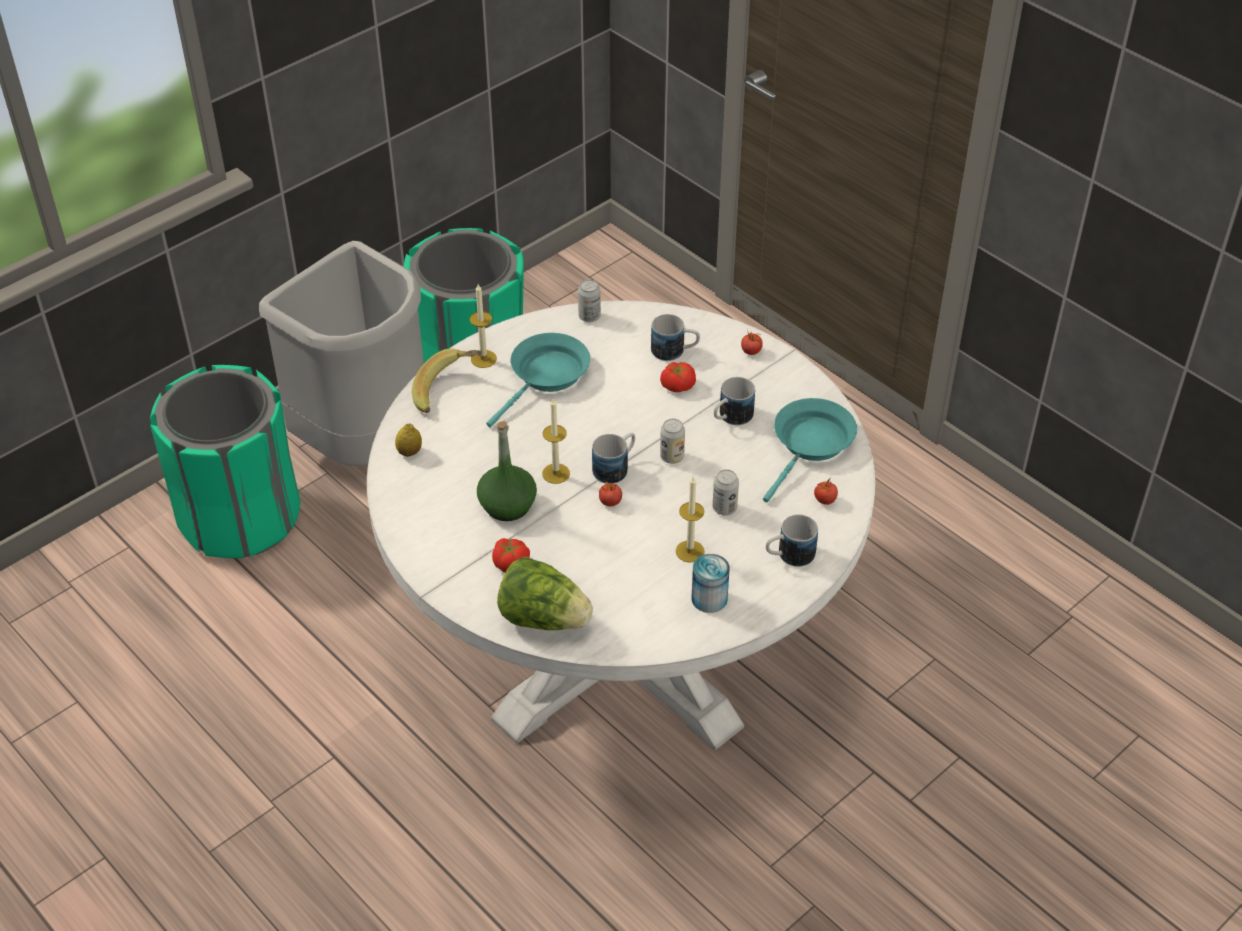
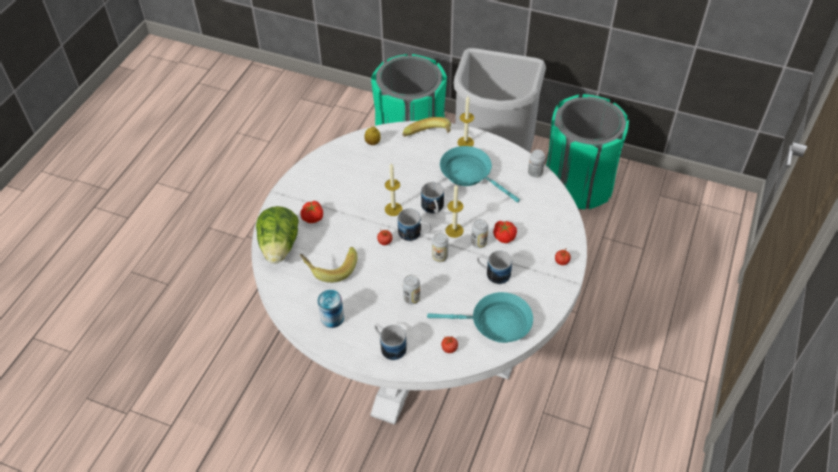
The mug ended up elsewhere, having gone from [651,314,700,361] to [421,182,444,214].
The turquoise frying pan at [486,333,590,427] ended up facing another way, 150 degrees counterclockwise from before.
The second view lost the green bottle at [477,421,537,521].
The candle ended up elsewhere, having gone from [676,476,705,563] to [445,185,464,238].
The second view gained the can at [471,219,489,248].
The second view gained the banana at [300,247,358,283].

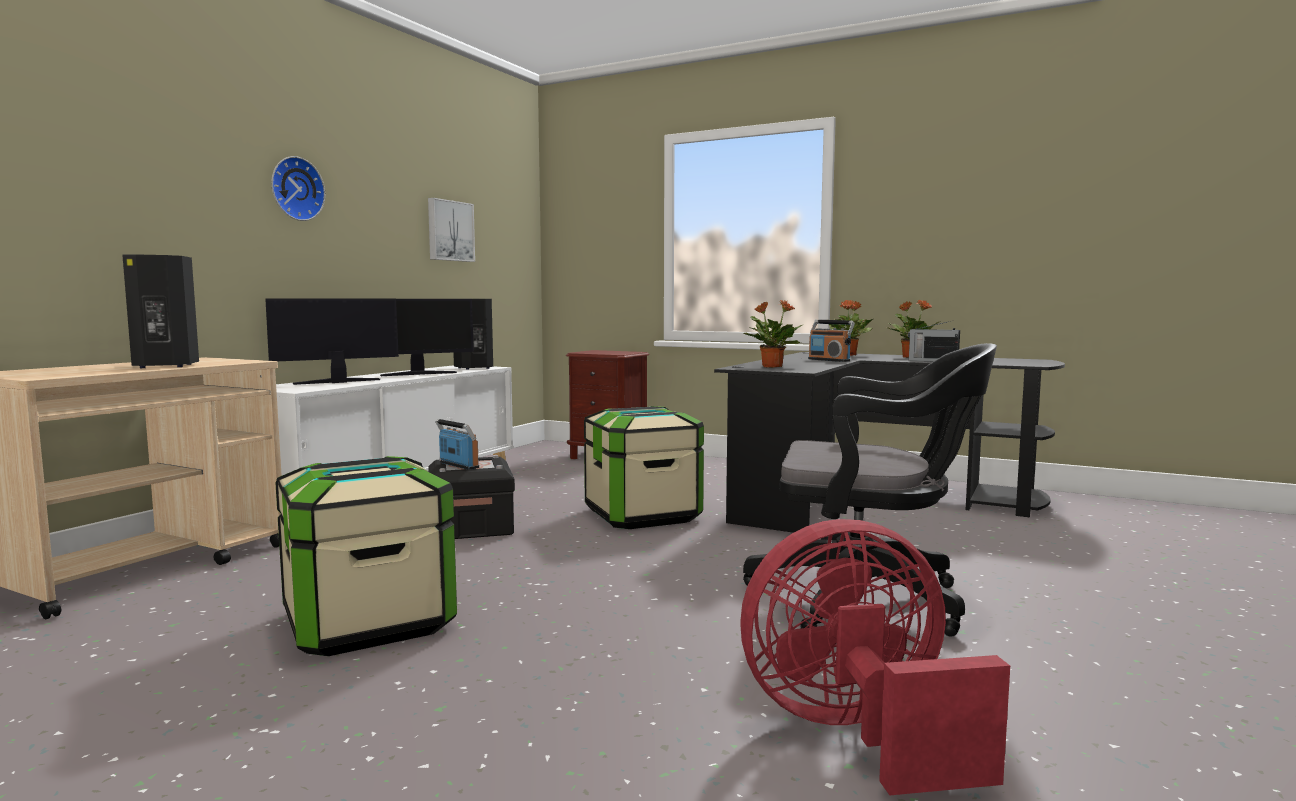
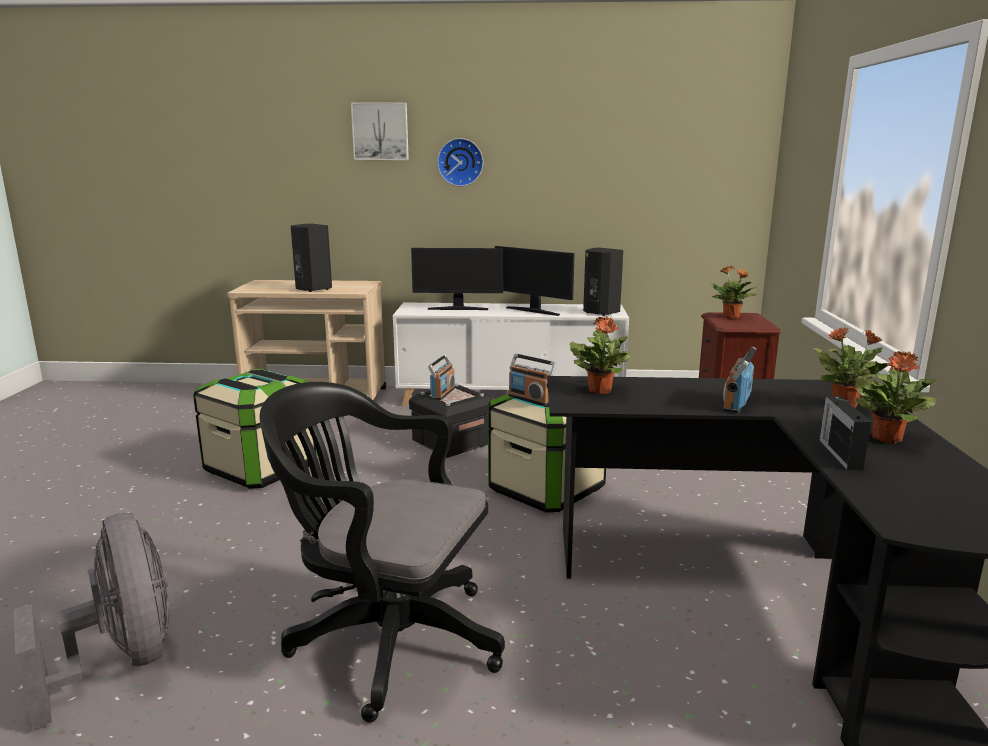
The picture ended up elsewhere, having gone from [428,198,475,262] to [351,102,409,160].
The monitor at [265,299,399,385] ended up facing another way, 150 degrees clockwise from before.
The black office chair at [743,343,997,637] ended up facing another way, 120 degrees clockwise from before.
What was the red fan at [740,519,1010,795] turned into the grey fan at [14,513,169,729].
The second view gained the potted plant at [711,266,757,319].
The second view gained the radio at [508,353,556,406].

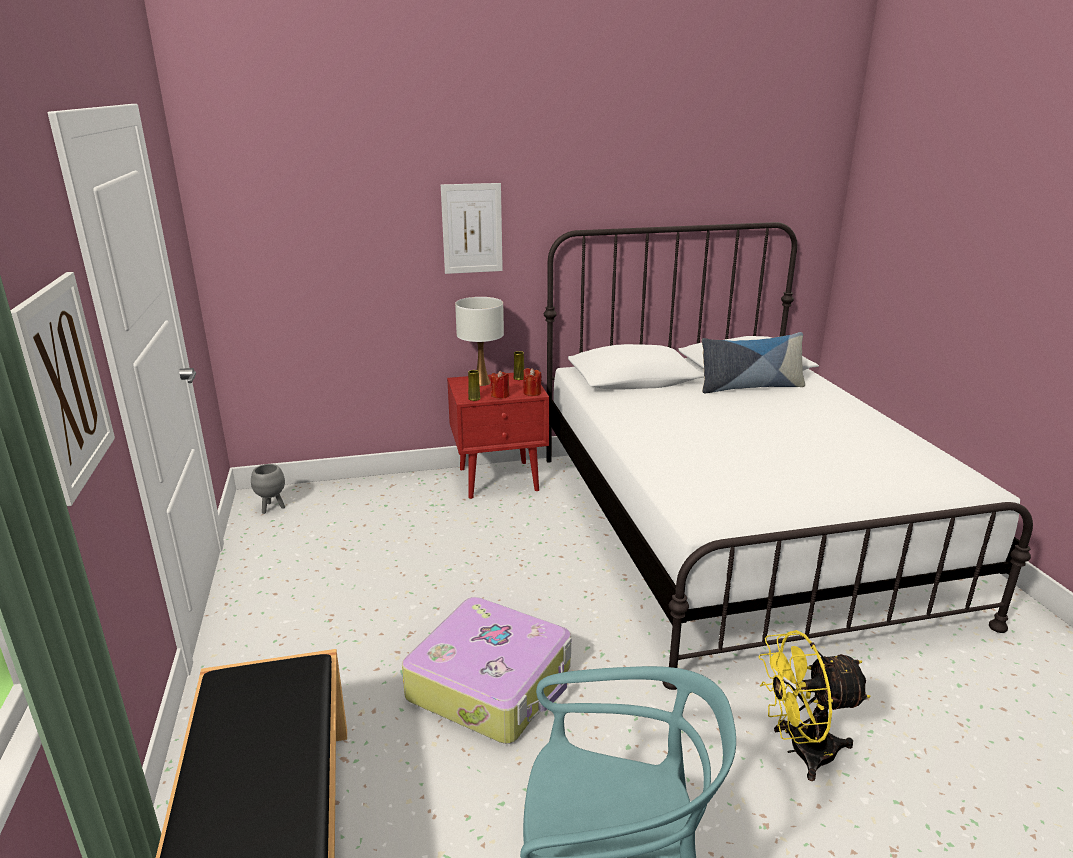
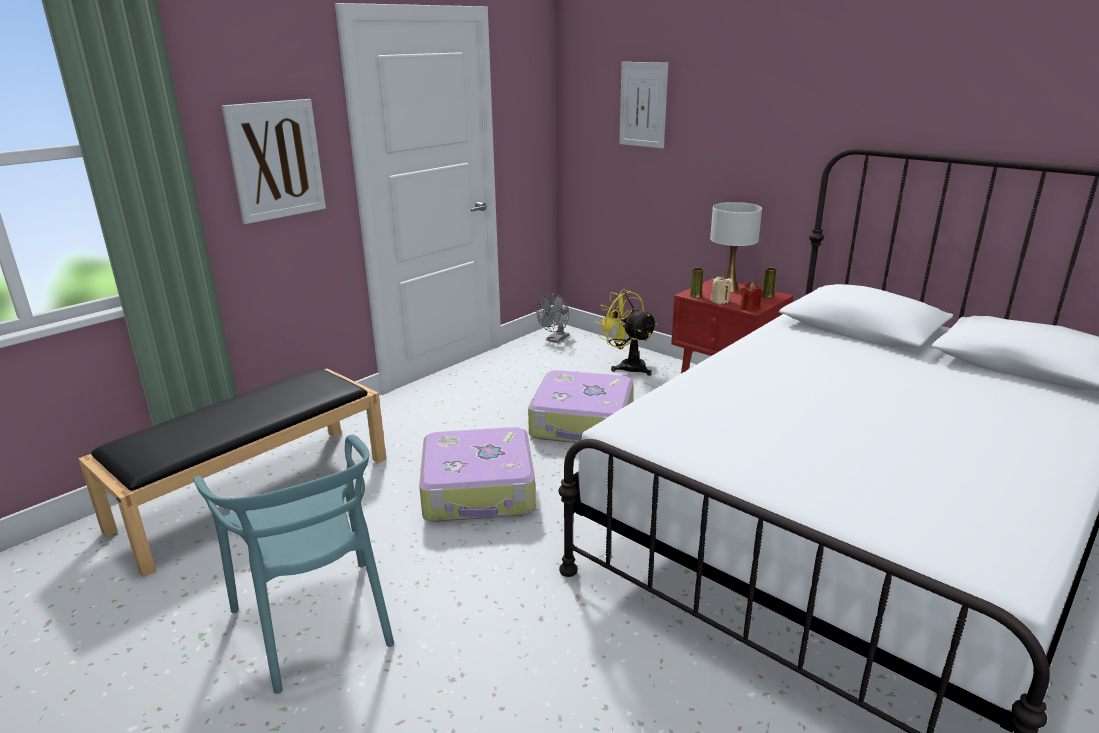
The picture ended up elsewhere, having gone from [441,183,503,274] to [619,62,668,148].
The second view lost the pillow at [702,332,805,393].
What was the red candle at [491,370,509,399] turned into the beige candle at [711,276,732,304].
Where the grey planter stood at [251,464,285,514], the grey fan came to stand at [536,293,569,343].
The yellow fan ended up elsewhere, having gone from [758,630,871,781] to [596,289,657,376].
The second view gained the suitcase at [528,370,634,443].

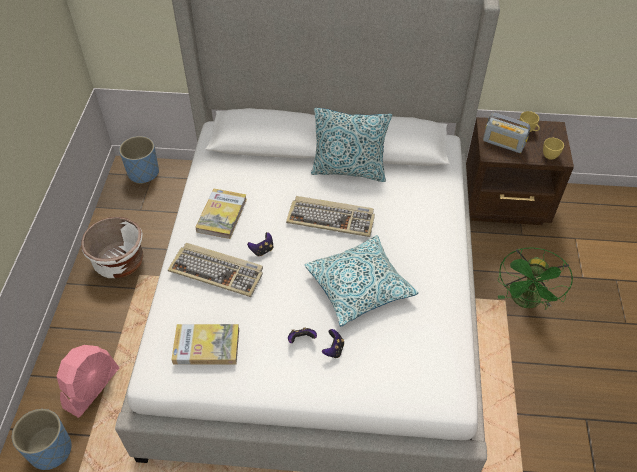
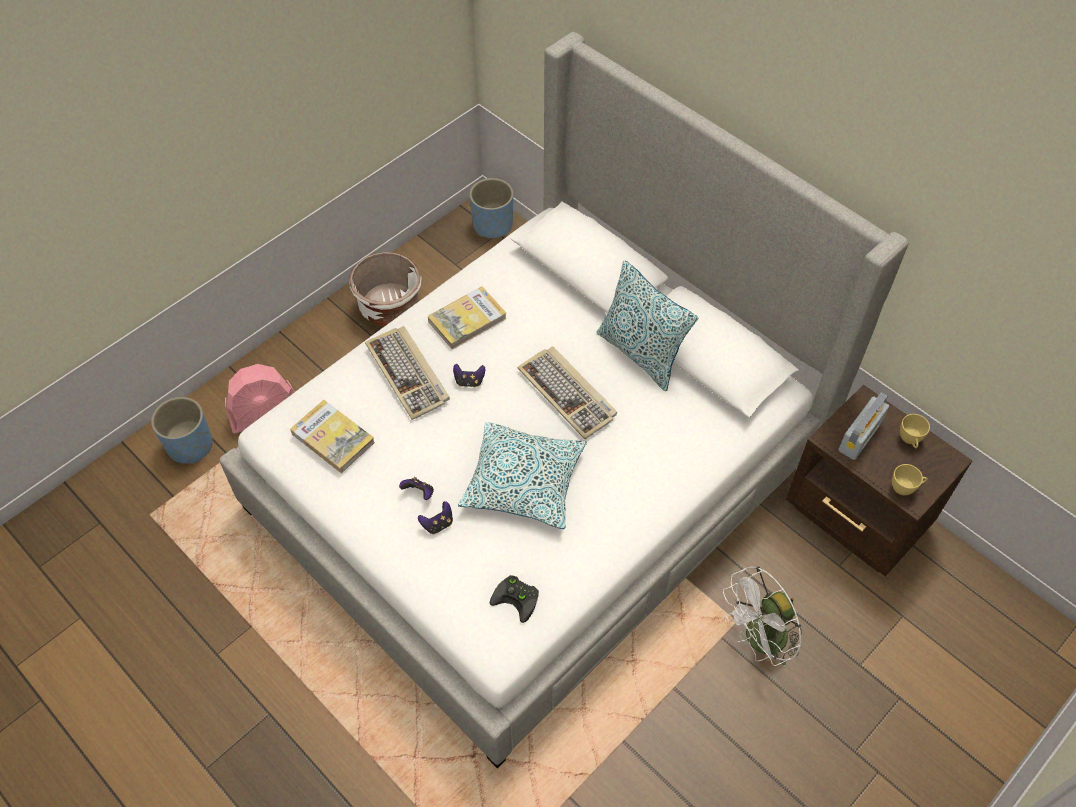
The radio at [483,113,531,153] ended up facing another way, 120 degrees counterclockwise from before.
What was the green fan at [498,247,573,310] turned into the white fan at [723,566,802,667].
The second view gained the black game controller at [490,575,539,623].

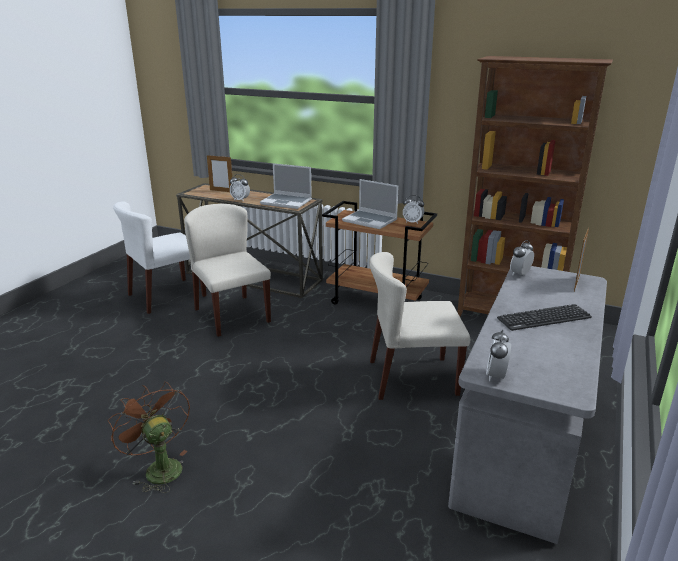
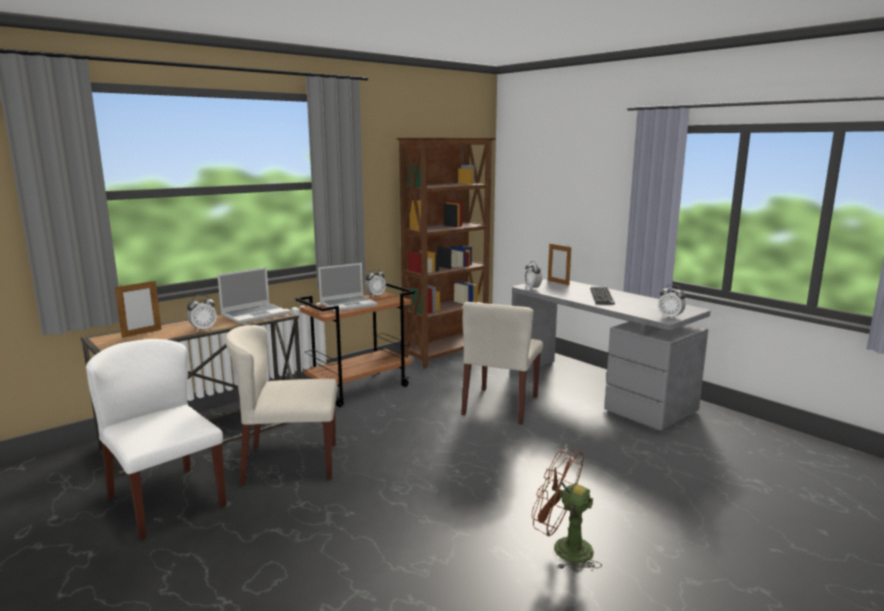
The white chair at [113,201,206,314] ended up facing another way, 150 degrees clockwise from before.
The brown fan at [108,381,190,493] ended up facing another way, 45 degrees clockwise from before.

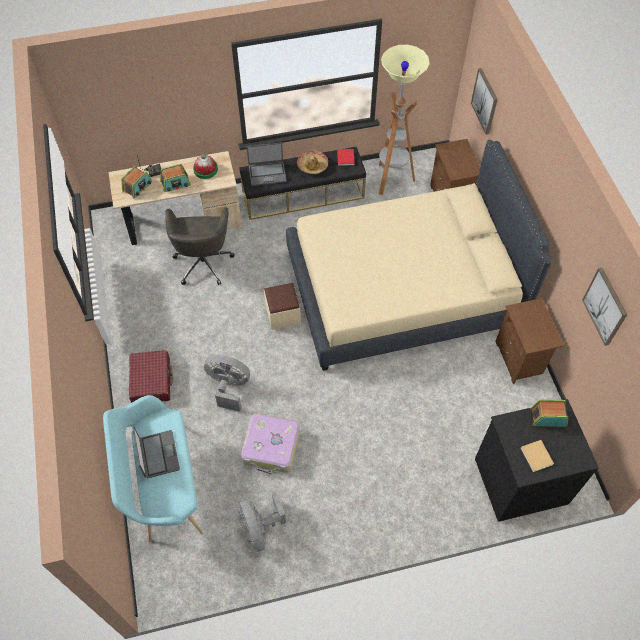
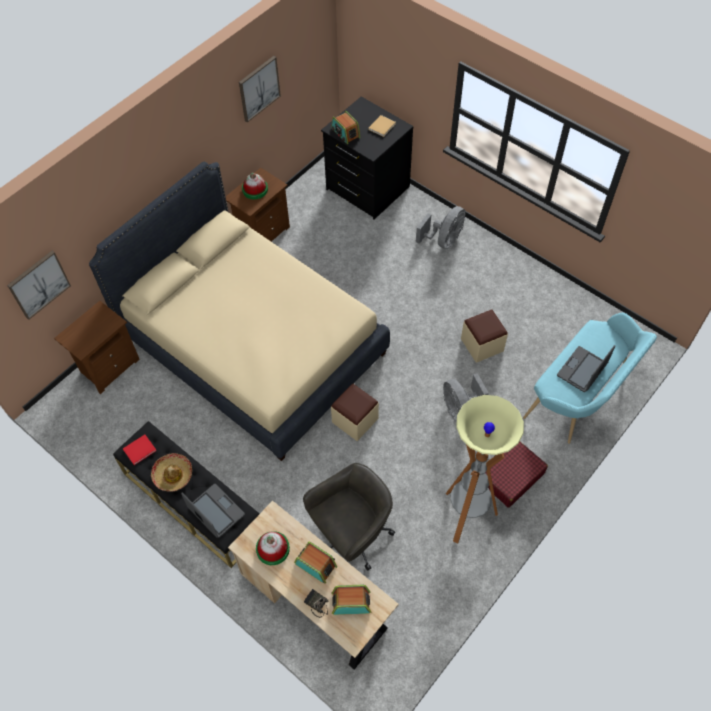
The floor lamp ended up elsewhere, having gone from [378,45,430,196] to [446,395,524,544].
Where the suitcase stood at [241,414,300,474], the beige ottoman came to stand at [461,309,508,363].
The grey fan ended up elsewhere, having gone from [239,491,286,552] to [416,206,465,249].
The second view gained the hat at [242,173,268,199].

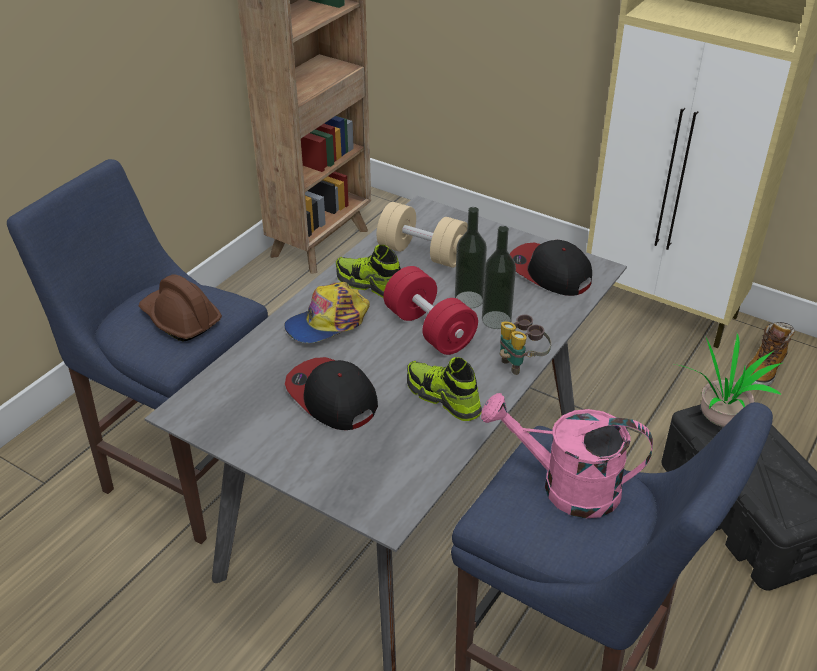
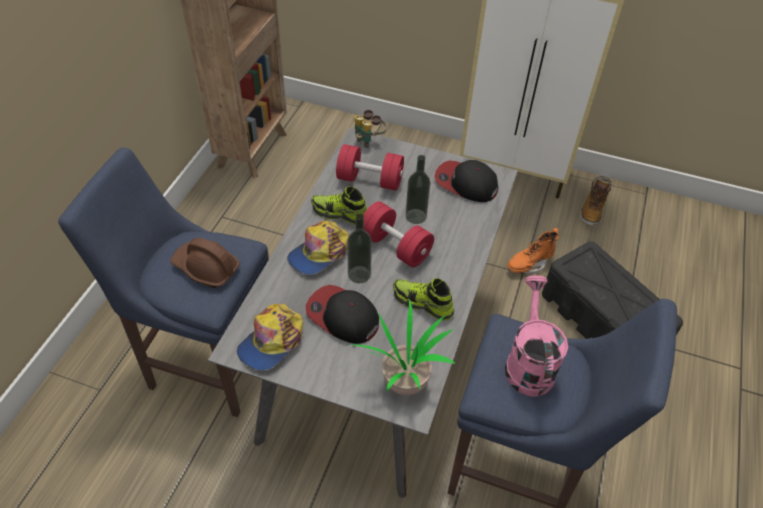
What was the beige dumbbell at [377,202,468,268] turned into the red dumbbell at [336,144,404,191].
The bottle ended up elsewhere, having gone from [482,226,516,329] to [347,213,372,283].
The binoculars ended up elsewhere, having gone from [500,315,552,375] to [355,110,386,148].
The potted plant ended up elsewhere, having gone from [675,332,782,427] to [352,300,455,395].
The pink watering can at [481,393,653,519] ended up facing another way, 90 degrees clockwise from before.
The second view gained the orange boot at [507,228,559,274].
The second view gained the cap at [237,304,303,371].

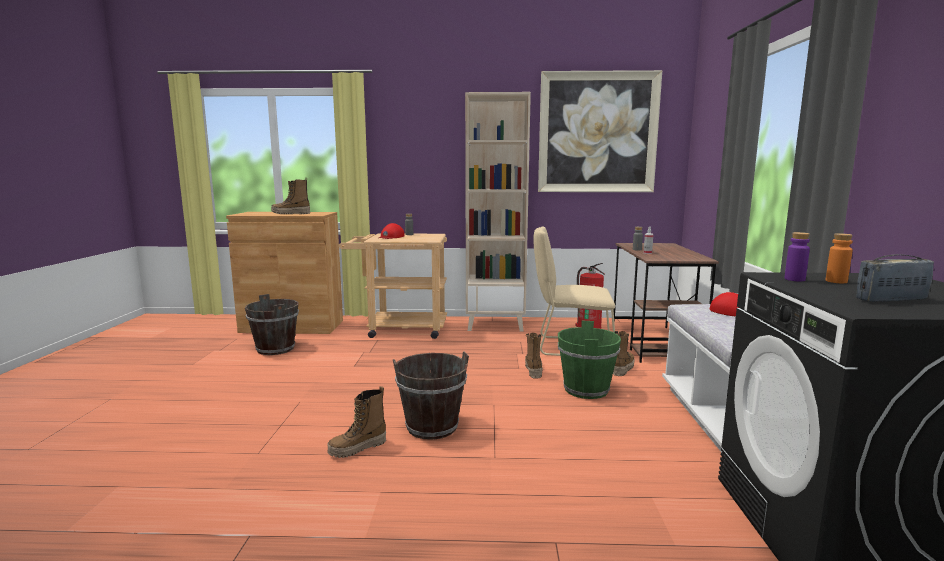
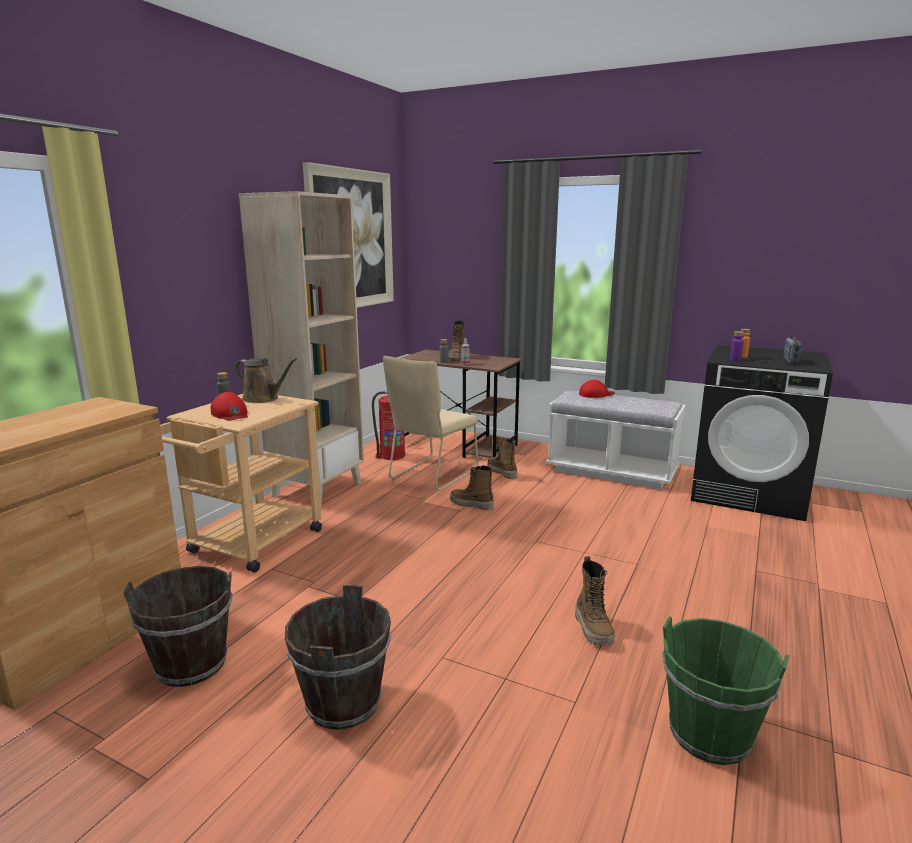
The boot ended up elsewhere, having gone from [271,179,310,214] to [449,319,465,359].
The green bucket ended up elsewhere, having gone from [558,321,621,399] to [662,616,789,765].
The brown bucket ended up elsewhere, having gone from [393,351,469,440] to [285,584,391,730].
The second view gained the brown watering can at [235,358,297,403].

